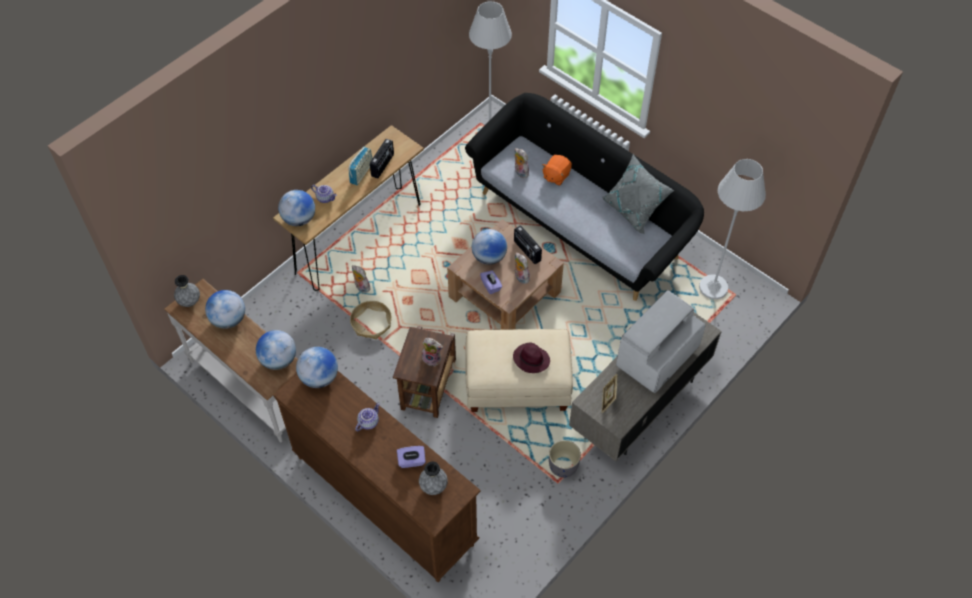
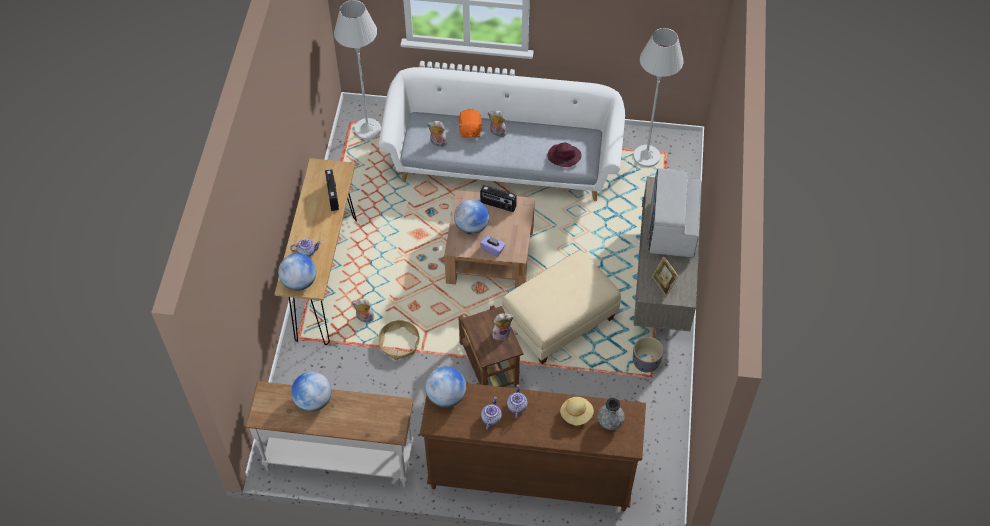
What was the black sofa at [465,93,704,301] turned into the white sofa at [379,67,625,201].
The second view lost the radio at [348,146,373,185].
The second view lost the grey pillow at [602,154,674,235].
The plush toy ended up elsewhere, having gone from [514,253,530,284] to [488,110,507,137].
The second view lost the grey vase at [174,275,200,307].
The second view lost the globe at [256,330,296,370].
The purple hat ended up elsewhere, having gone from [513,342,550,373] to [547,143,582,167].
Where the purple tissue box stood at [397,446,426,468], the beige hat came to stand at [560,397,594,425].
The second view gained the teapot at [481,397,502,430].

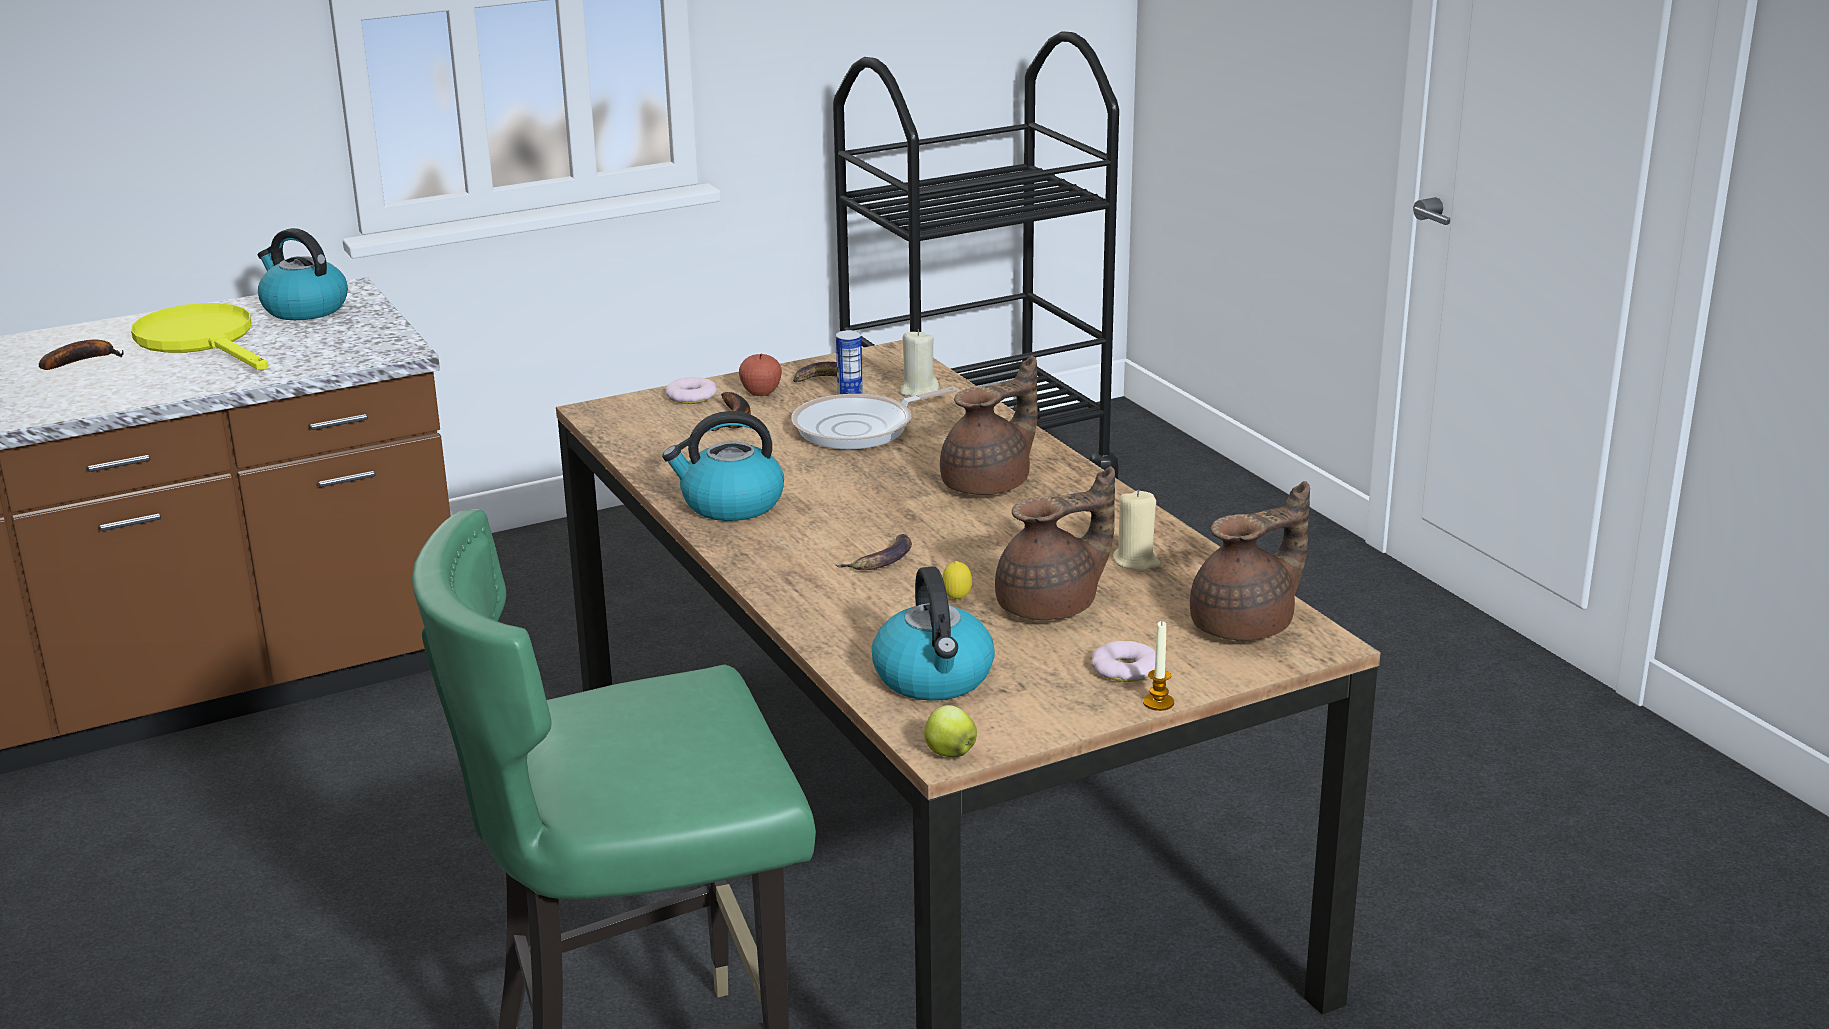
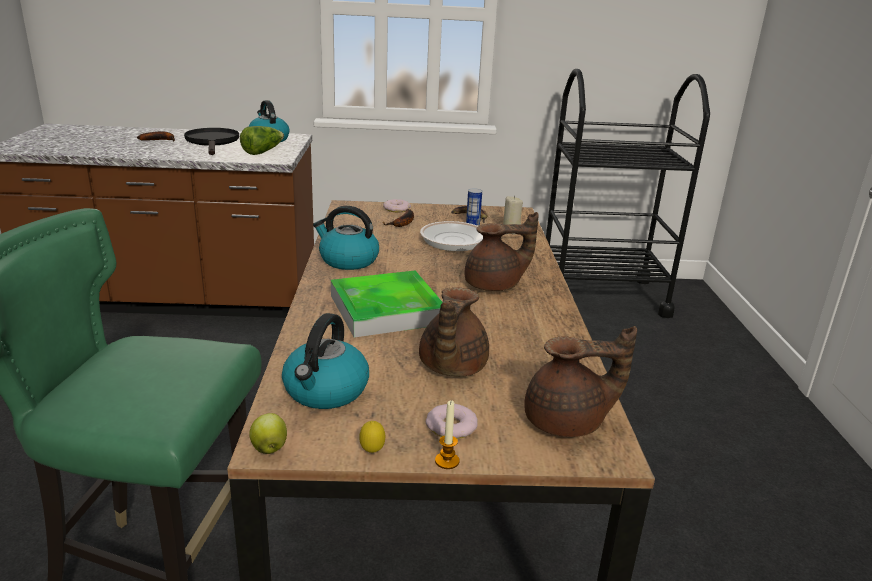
What was the yellow frying pan at [131,303,269,370] turned into the black frying pan at [184,128,239,155].
The second view lost the apple at [739,353,782,396].
The brown teapot at [995,466,1115,620] ended up facing another way, 105 degrees clockwise from before.
The second view lost the beige candle at [1113,490,1161,571].
Where the banana stood at [836,534,912,570], the tray came to stand at [331,270,442,337].
The lemon ended up elsewhere, having gone from [942,561,972,601] to [359,421,385,453].
The second view gained the lettuce at [240,126,284,155].

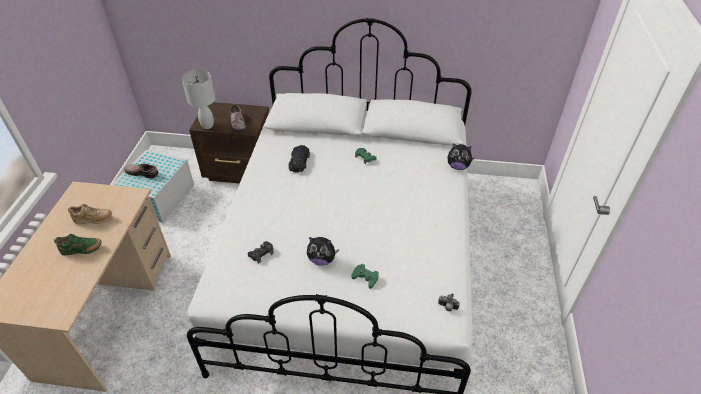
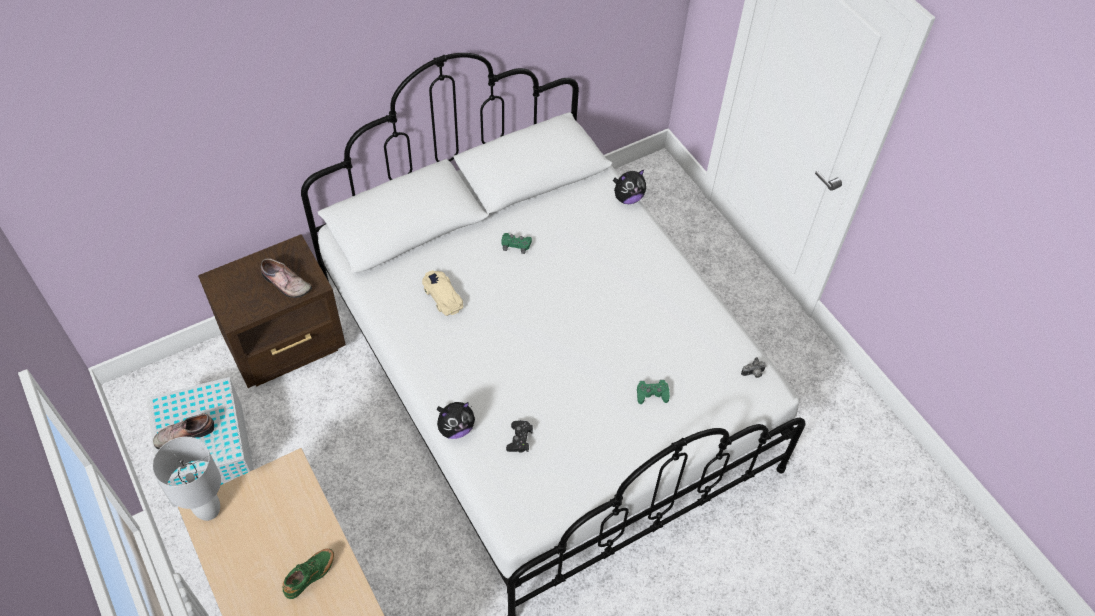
The white table lamp ended up elsewhere, having gone from [182,70,215,129] to [152,437,221,521].
What was the black toy car at [288,145,310,172] turned into the beige toy car at [422,270,463,316].
The second view lost the beige shoe at [68,204,112,224].
The plush toy ended up elsewhere, having gone from [307,237,339,266] to [436,402,475,439].

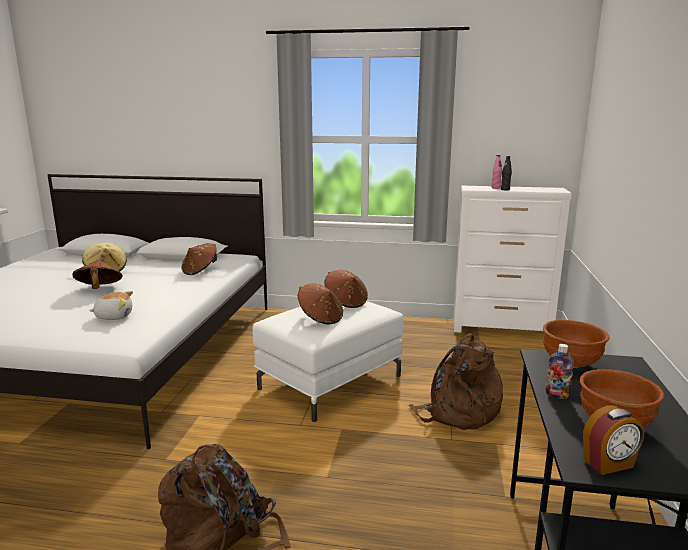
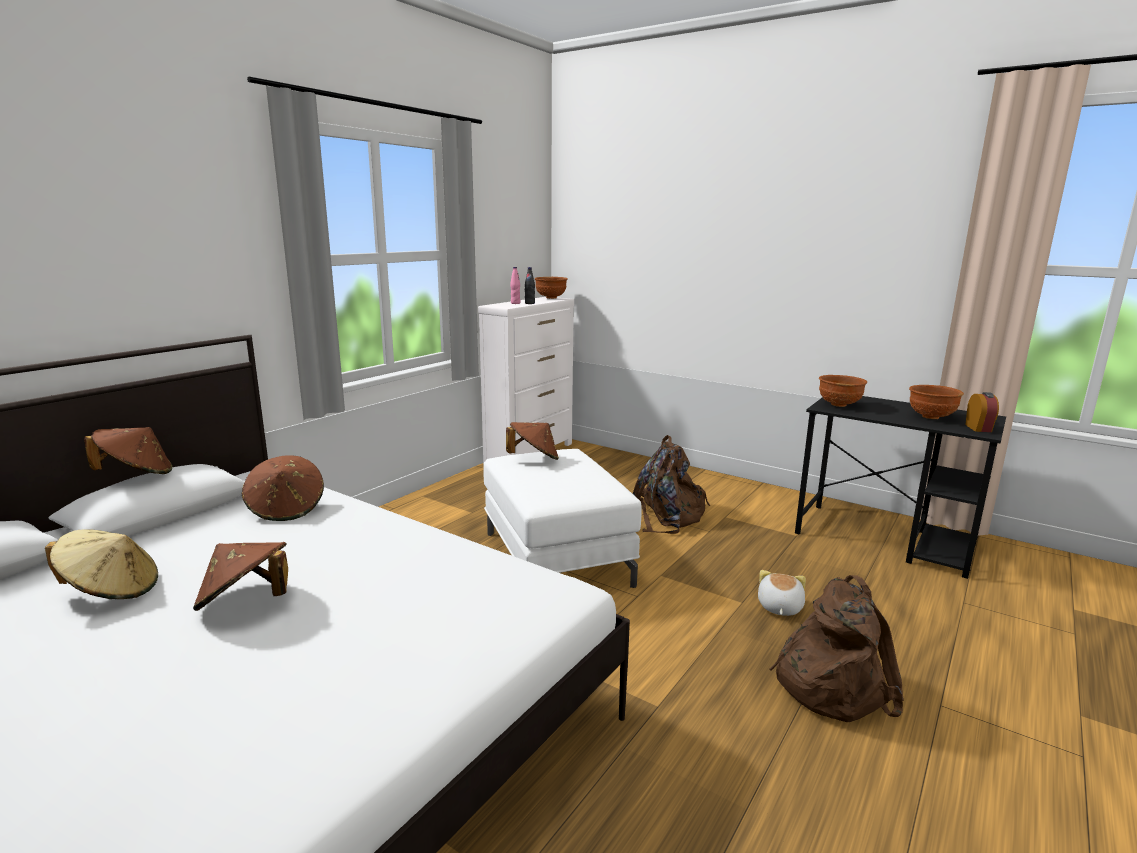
The brown hat ended up elsewhere, having gone from [298,283,343,325] to [84,427,172,474].
The plush toy ended up elsewhere, having gone from [89,291,133,320] to [758,570,806,616].
The second view lost the bottle at [545,344,574,399].
The second view gained the brown bowl at [535,277,568,299].

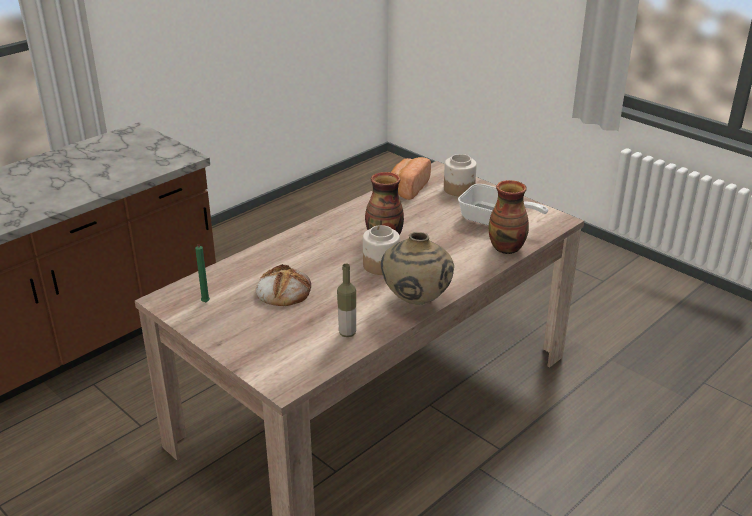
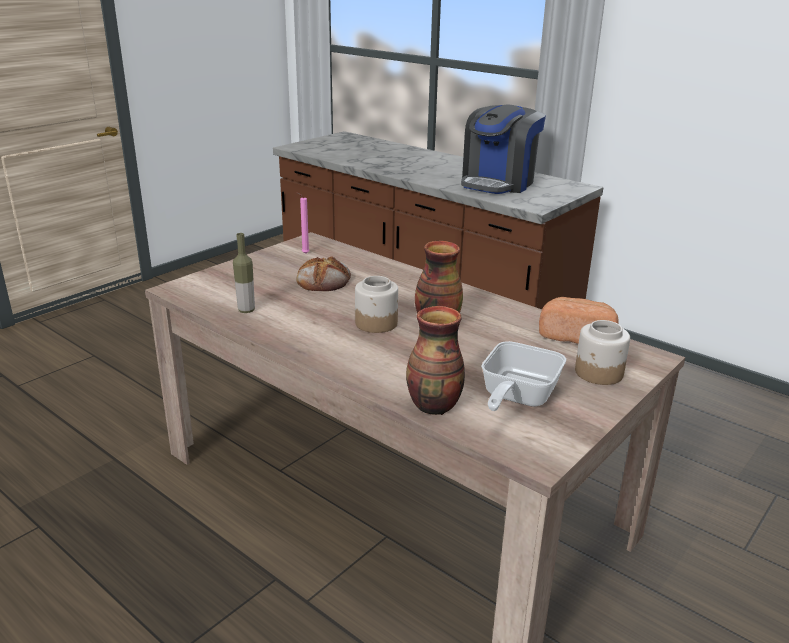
The second view lost the beige vase at [381,232,454,305].
What was the green candle at [195,245,210,302] turned into the pink candle at [296,192,310,254].
The second view gained the coffee machine at [461,104,546,194].

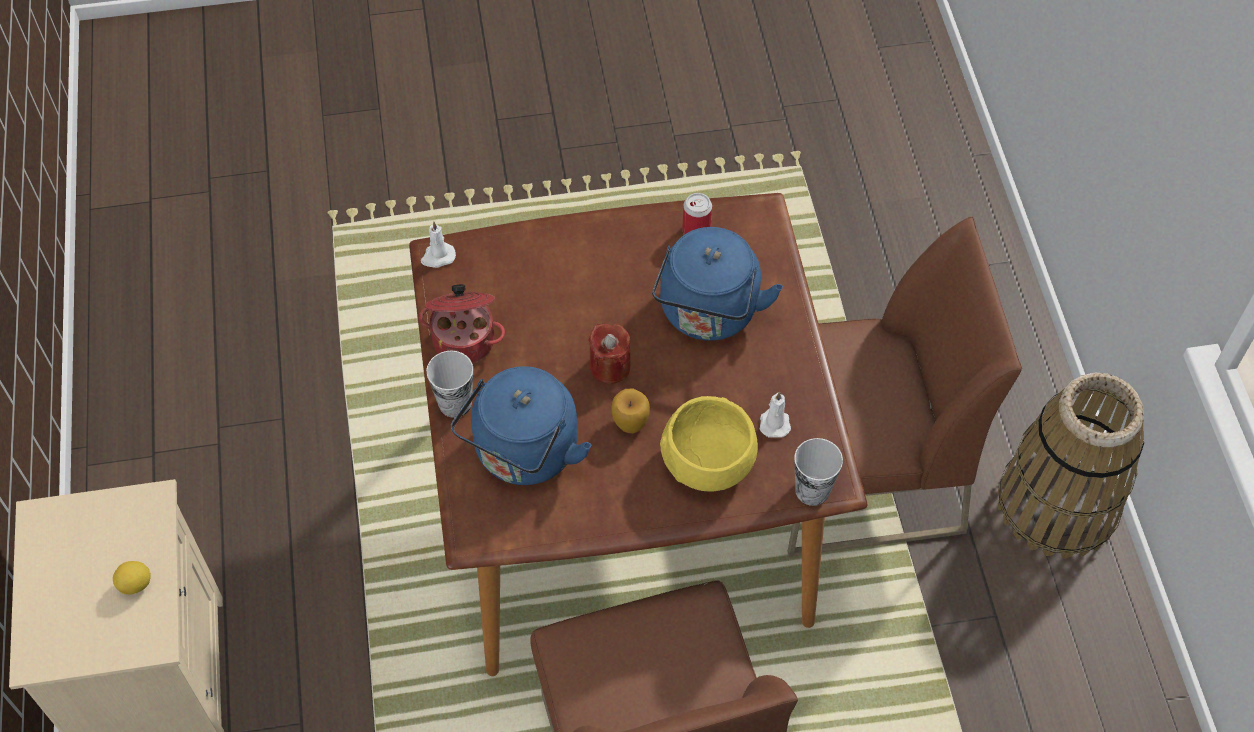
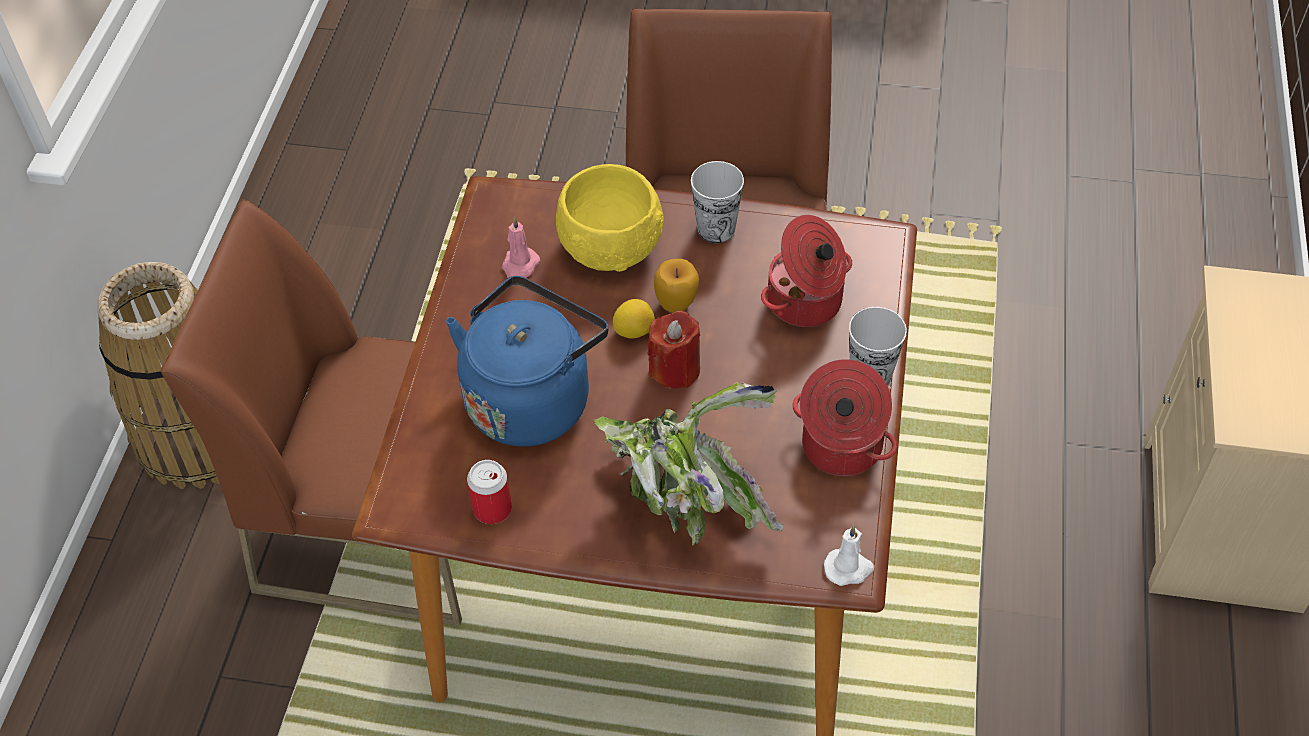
Where the blue kettle stood at [451,366,591,485], the cooking pot came to stand at [761,215,852,327].
What was the white candle at [760,392,791,438] turned into the pink candle at [502,217,540,278].
The cup ended up elsewhere, having gone from [794,438,843,506] to [691,161,744,243].
The lemon ended up elsewhere, having gone from [113,561,151,594] to [613,299,655,338].
The second view gained the potted plant at [594,382,783,546].

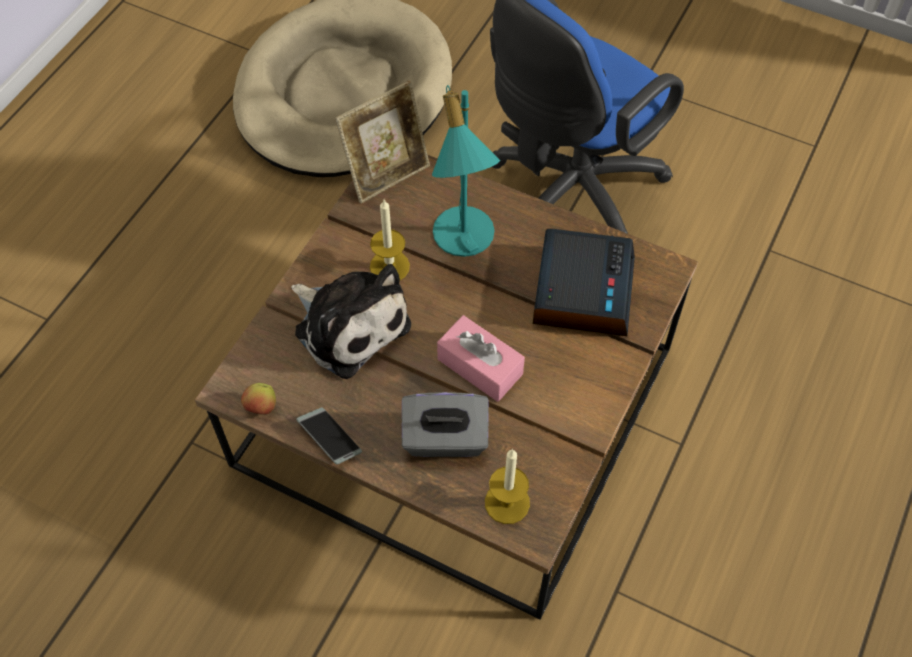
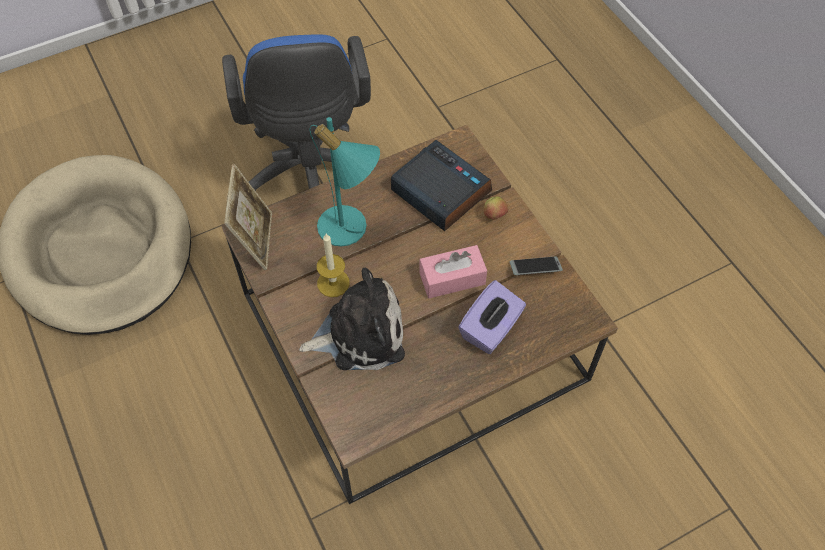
The apple ended up elsewhere, having gone from [241,383,276,415] to [484,196,508,220].
What was the grey tissue box at [402,392,489,457] turned into the purple tissue box at [458,280,526,354].
The phone ended up elsewhere, having gone from [296,407,362,465] to [509,257,563,275].
The second view lost the candle at [485,449,530,524].

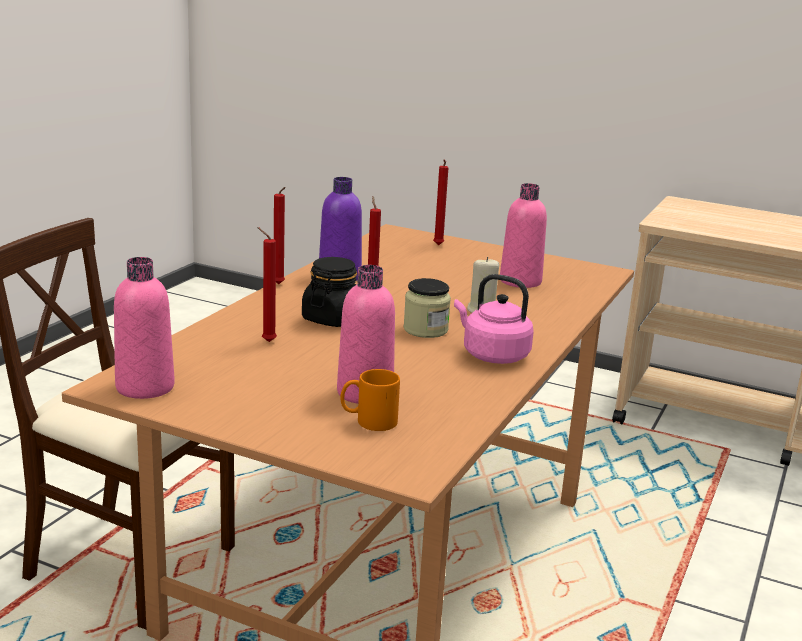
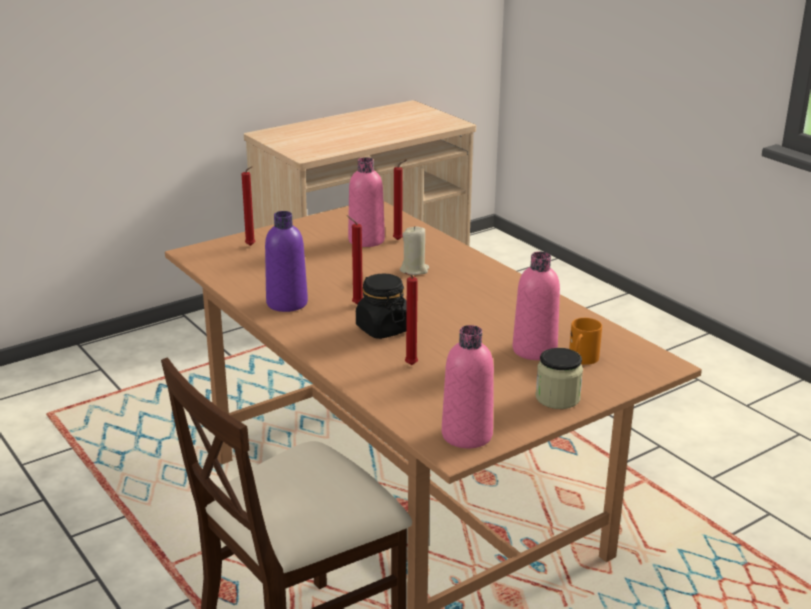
The red candle ended up elsewhere, having gone from [274,187,286,284] to [393,160,407,240].
The second view lost the pink kettle at [454,274,534,364].
The jar ended up elsewhere, having gone from [403,278,451,338] to [536,348,583,409].

